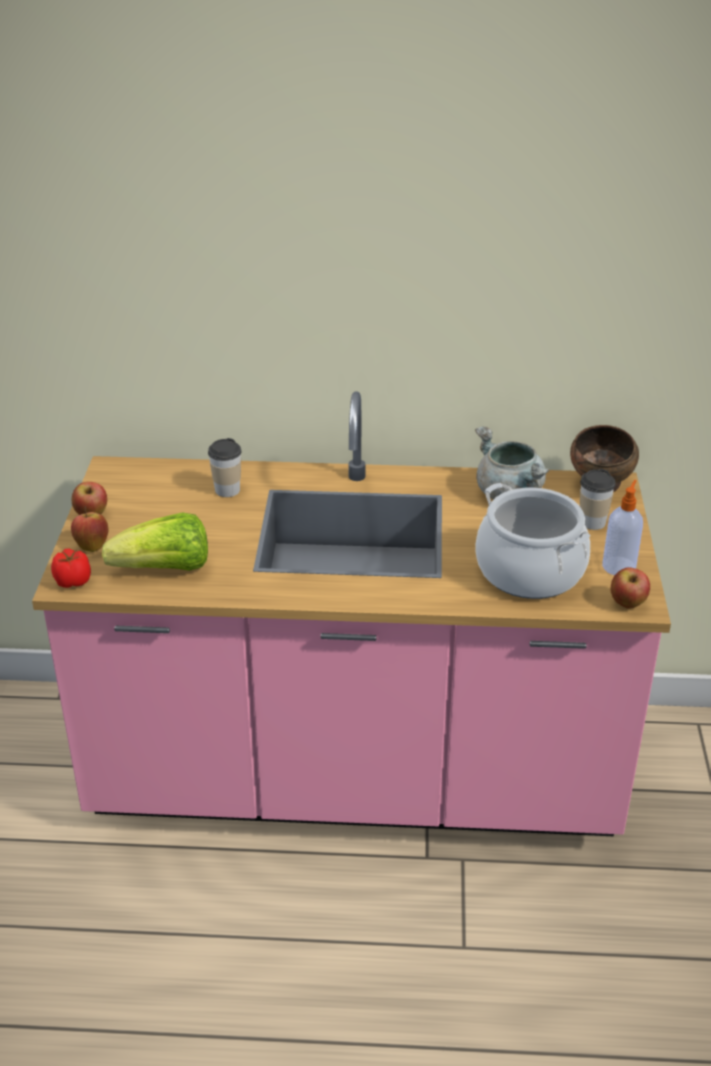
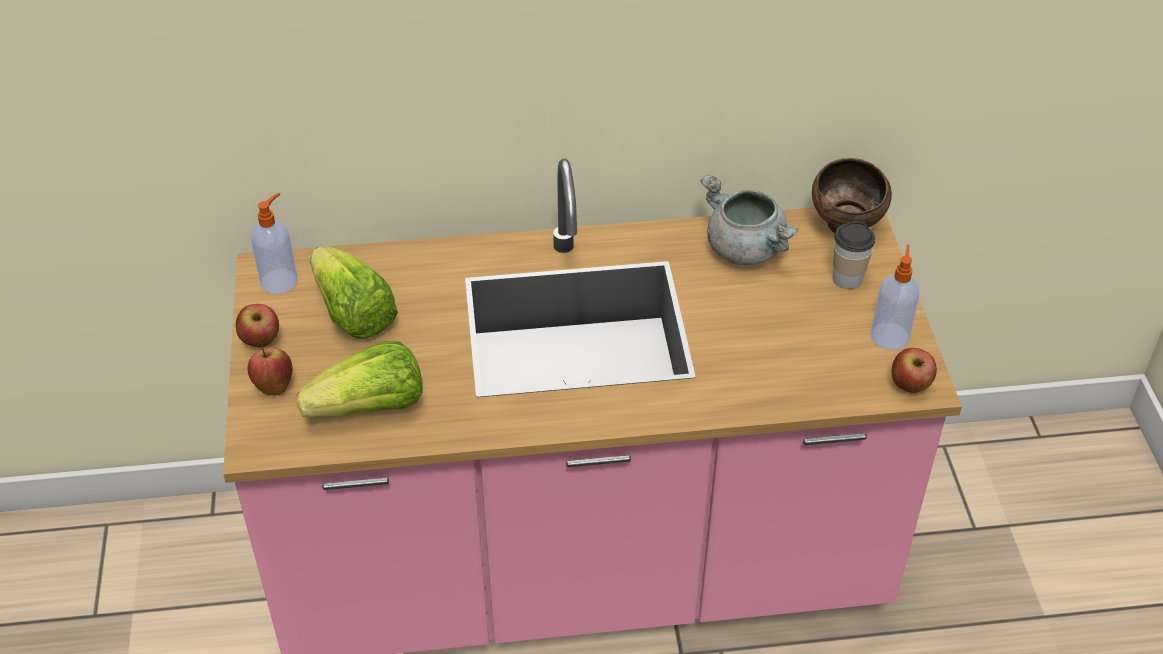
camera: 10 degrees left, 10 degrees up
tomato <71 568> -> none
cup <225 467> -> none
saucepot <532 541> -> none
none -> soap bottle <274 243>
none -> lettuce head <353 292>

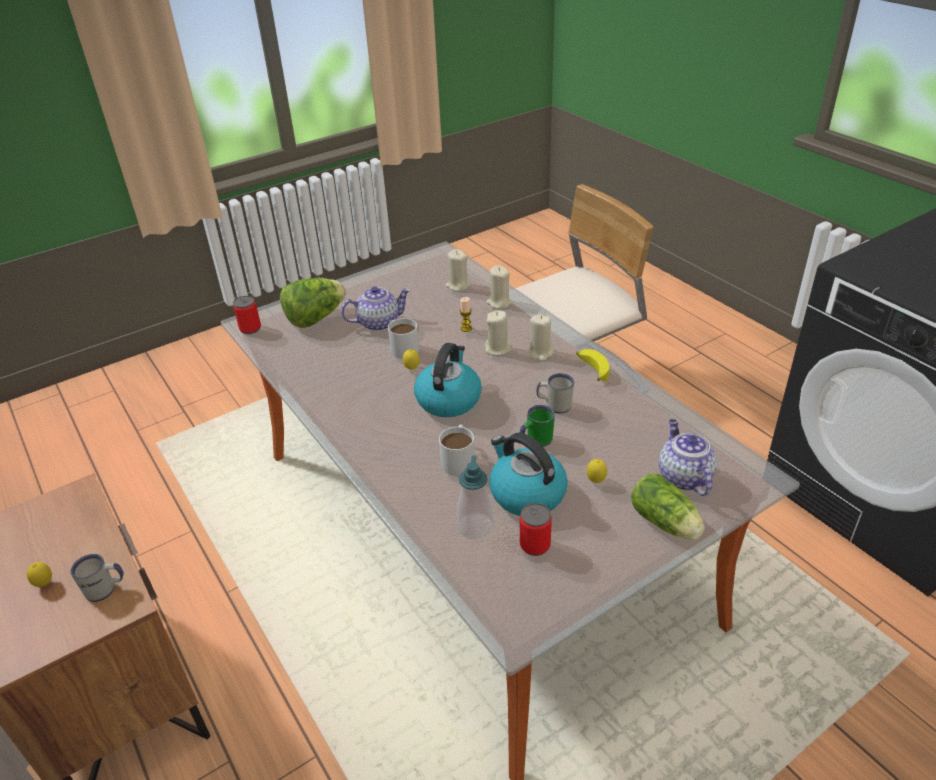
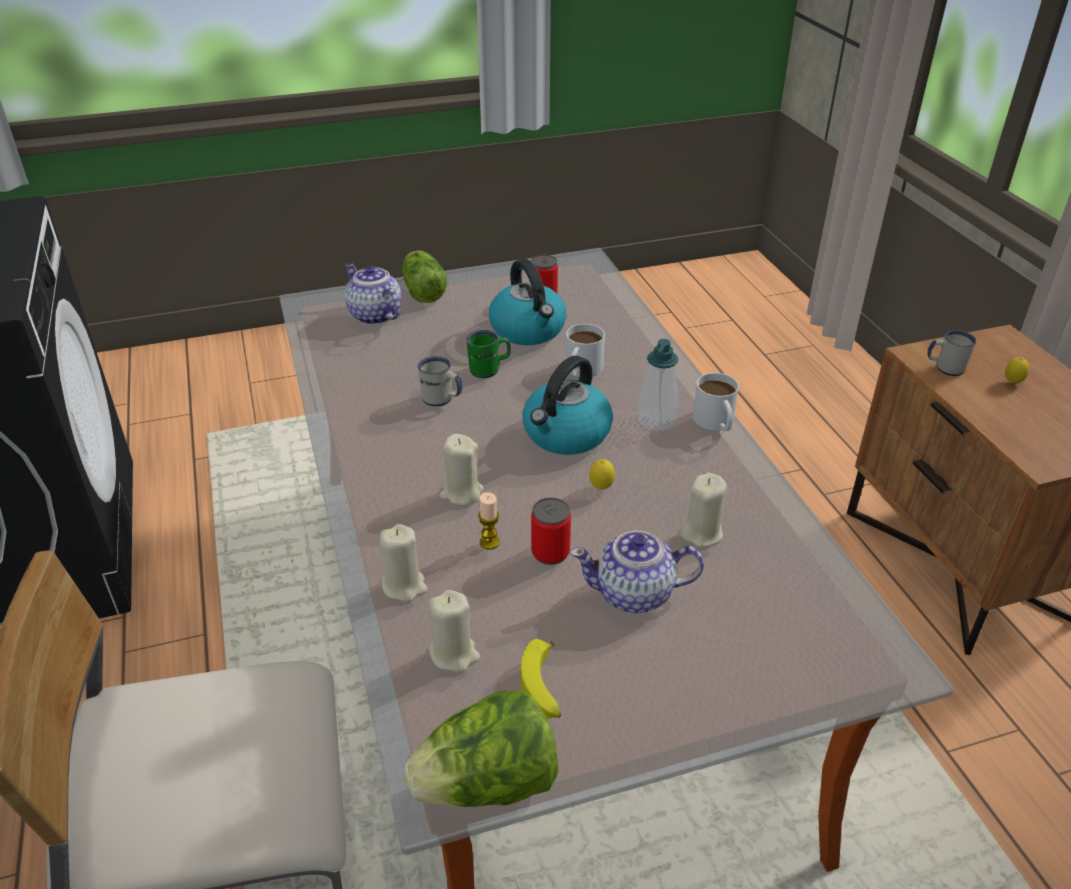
camera: 165 degrees left, 0 degrees up
citrus fruit <597 471> -> none
metal can <247 315> -> metal can <551 531>, relocated
lettuce head <313 303> -> lettuce head <481 749>, relocated
white coffee mug <403 338> -> white coffee mug <716 402>, relocated
soap bottle <475 497> -> soap bottle <657 385>, relocated
beige-coloured candle <541 337> -> beige-coloured candle <703 510>, relocated
banana <593 365> -> banana <541 678>, relocated
tea pot <688 457> -> tea pot <373 294>, 135 degrees clockwise

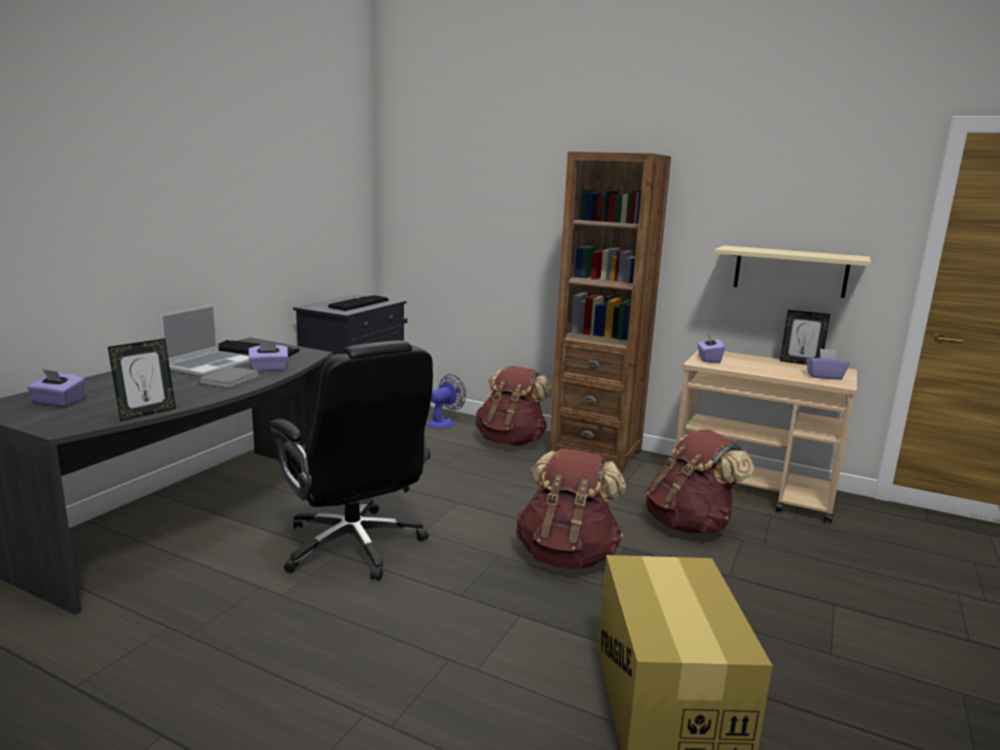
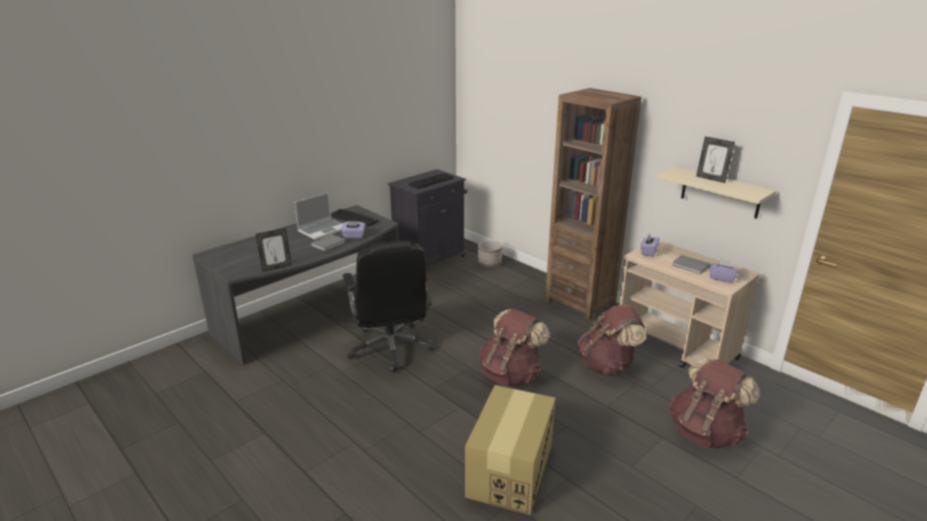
camera: 20 degrees right, 10 degrees up
purple tissue holder <56 388> -> none
none -> gray volume <691 264>
brownish rucksack <514 406> -> brownish rucksack <715 403>, relocated
standing frame <805 337> -> standing frame <715 160>, relocated
electric fan <446 401> -> planter <490 254>

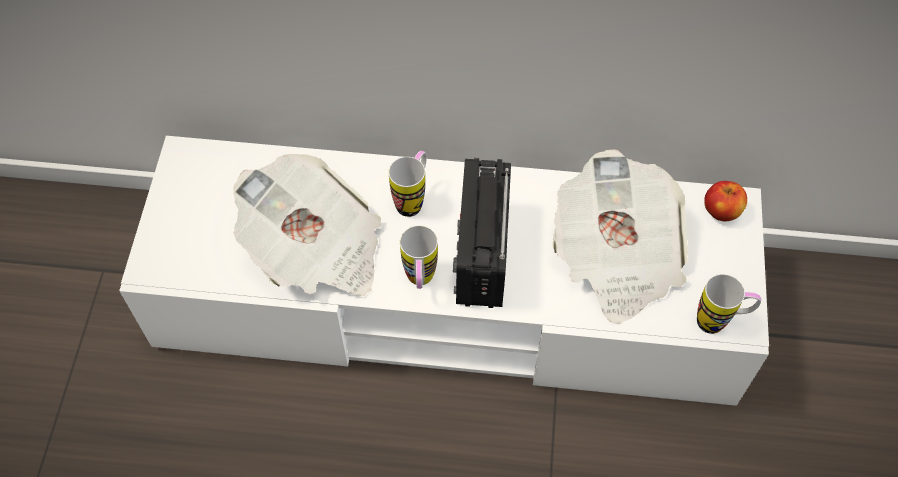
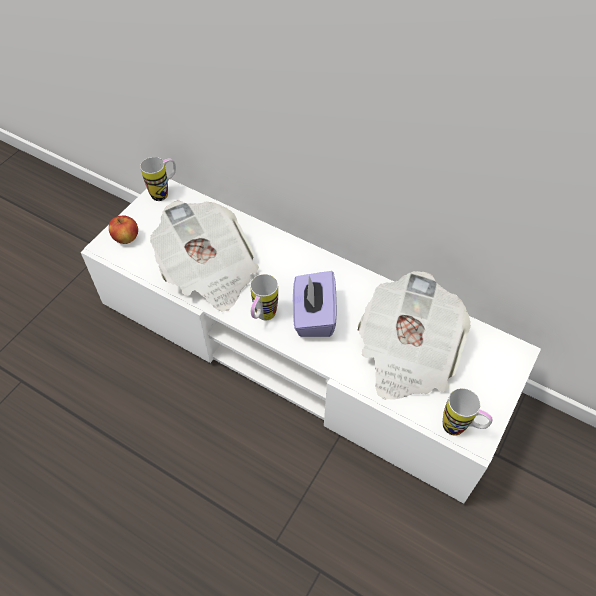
camera: 25 degrees right, 5 degrees down
coffee mug <408 184> -> coffee mug <158 179>, relocated
whole apple <725 201> -> whole apple <123 229>, relocated
radio set <482 233> -> purple tissue holder <315 304>

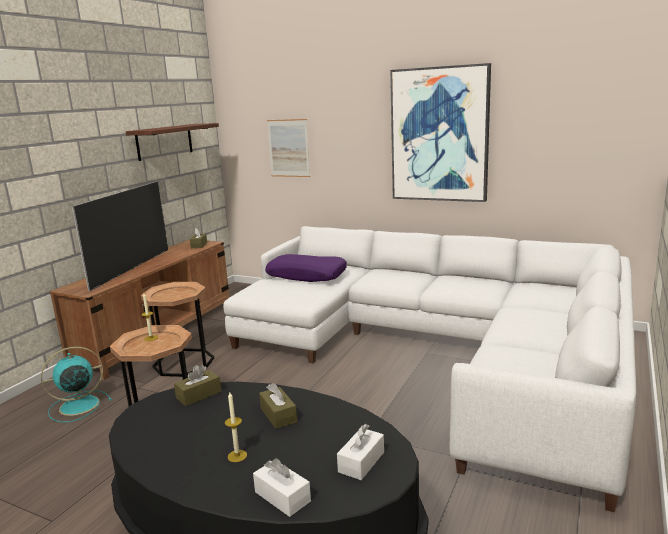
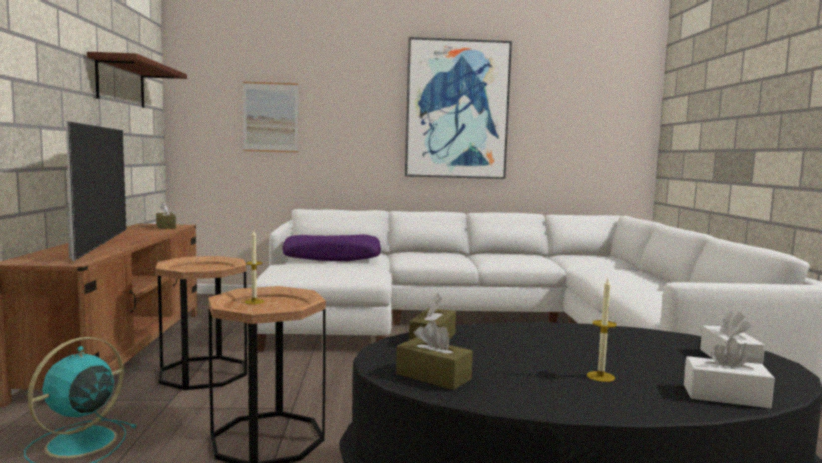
camera: 30 degrees left, 10 degrees down
brownish tissue holder <278 406> -> brownish tissue holder <434 355>, relocated

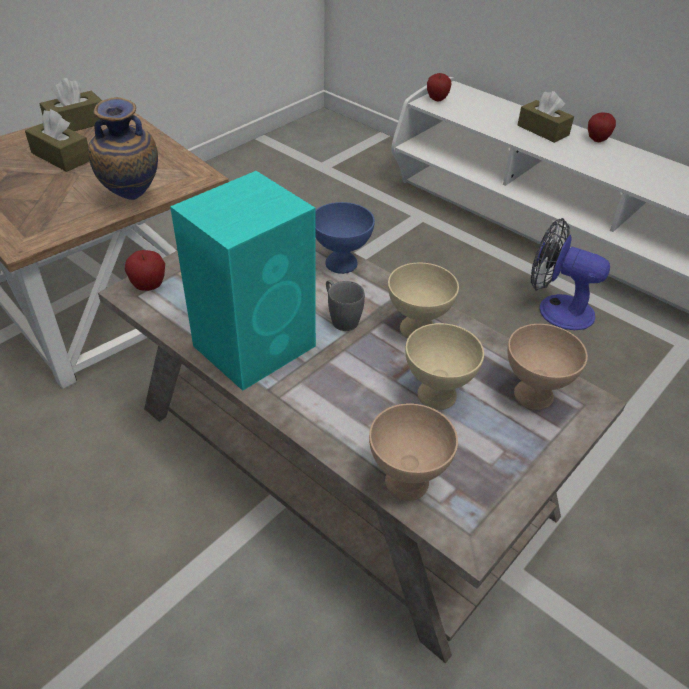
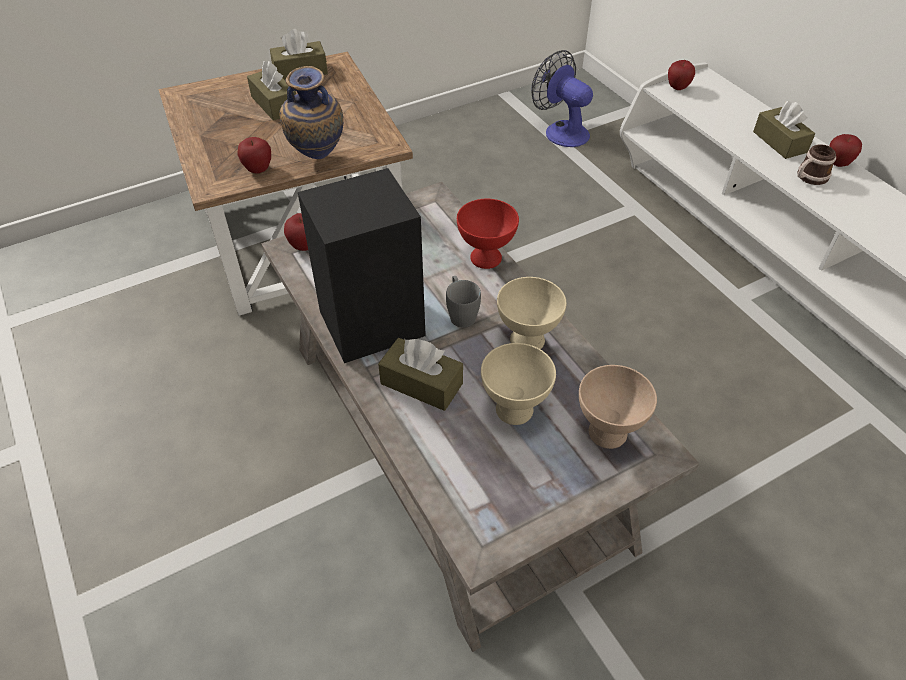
camera: 20 degrees right, 5 degrees up
beige-coloured serving bowl <413 452> -> none
none -> whole apple <254 155>
none -> brownish tissue holder <420 374>
none -> coffee mug <816 164>
electric fan <570 274> -> electric fan <562 98>, relocated
blue-green audio speaker <243 281> -> black-coloured audio speaker <362 265>
blue-coloured serving bowl <345 238> -> reddish serving bowl <488 234>

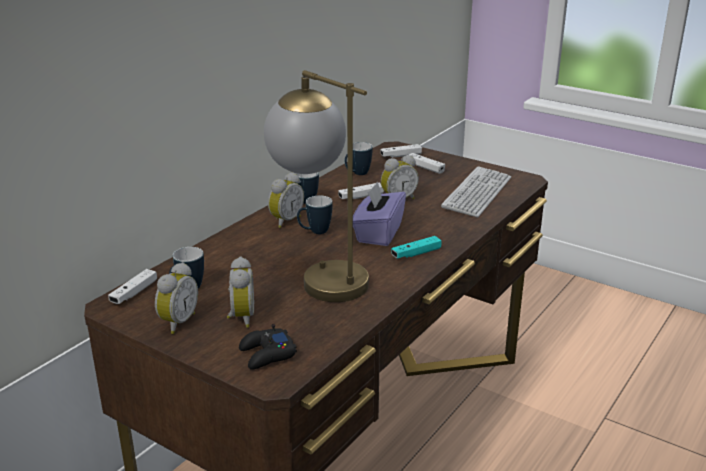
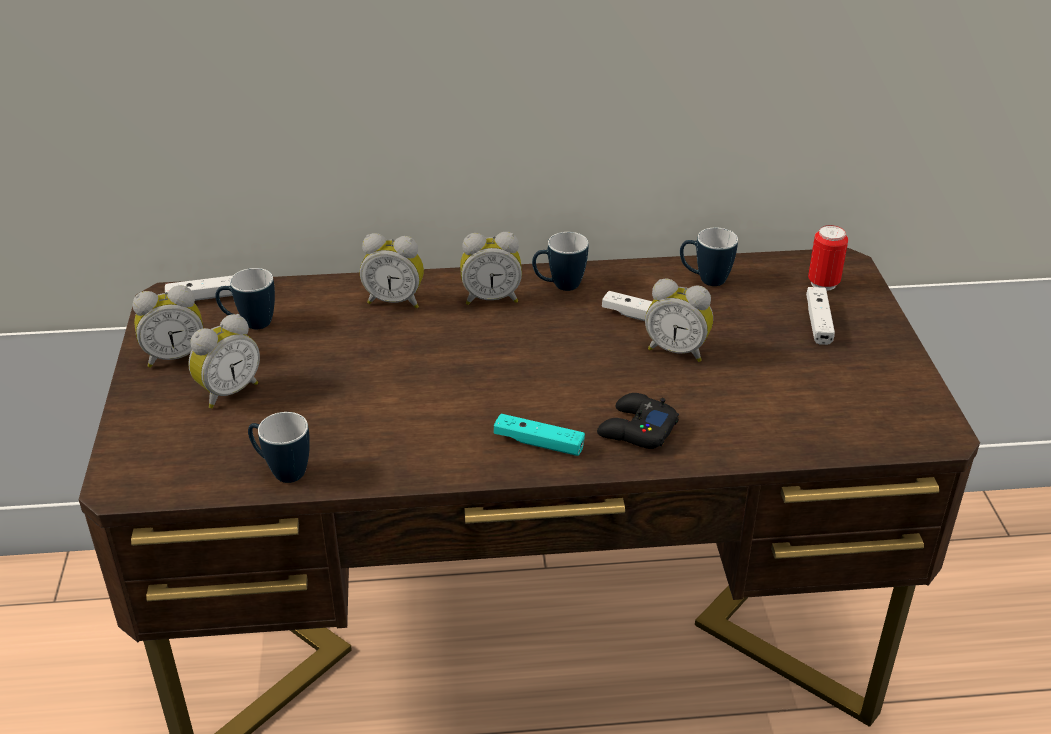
camera: 50 degrees right, 10 degrees up
tabletop lamp <316 186> -> none
purple tissue holder <379 213> -> none
PC keyboard <476 191> -> none
none -> alarm clock <392 270>
black-coloured gamepad <268 346> -> black-coloured gamepad <638 421>, relocated
coffee mug <315 214> -> coffee mug <279 447>, relocated
white gamepad <401 151> -> metal can <828 258>

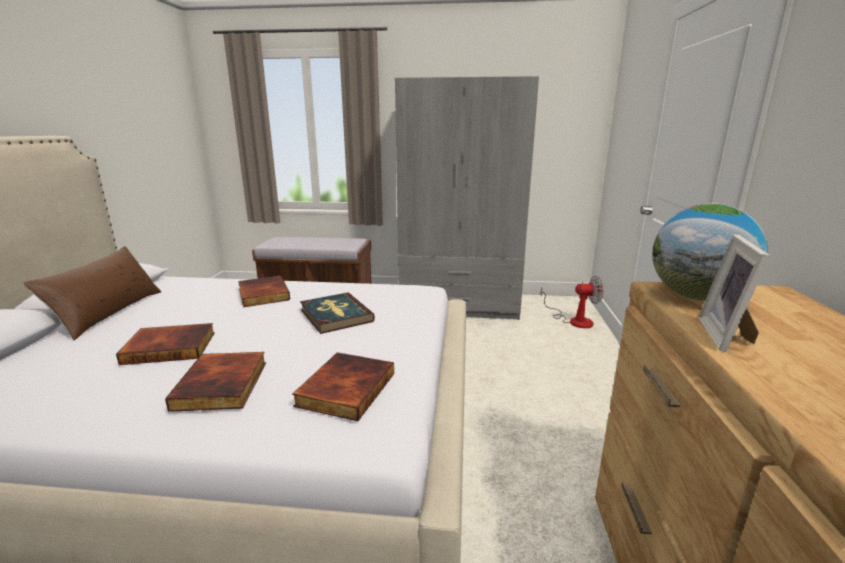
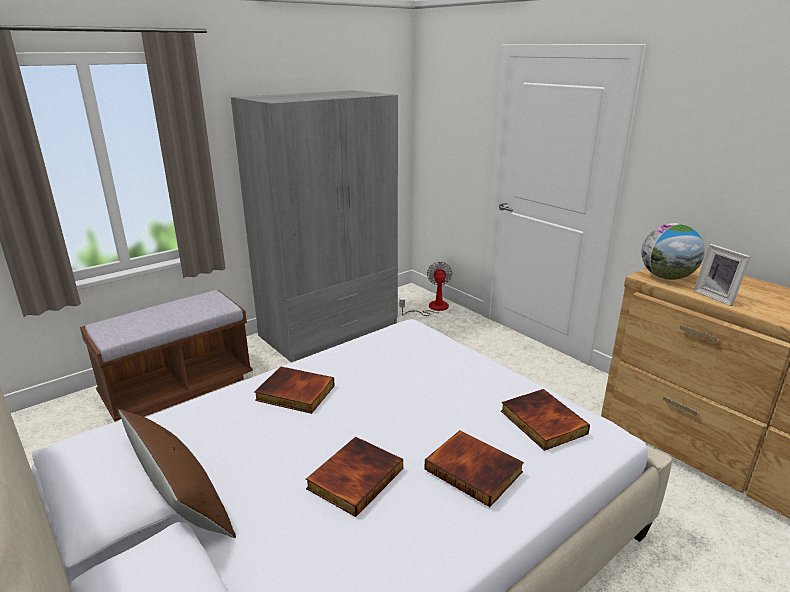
camera: 45 degrees left, 5 degrees up
volume <337 313> -> none
electric fan <572 302> -> electric fan <425 289>, 45 degrees counterclockwise

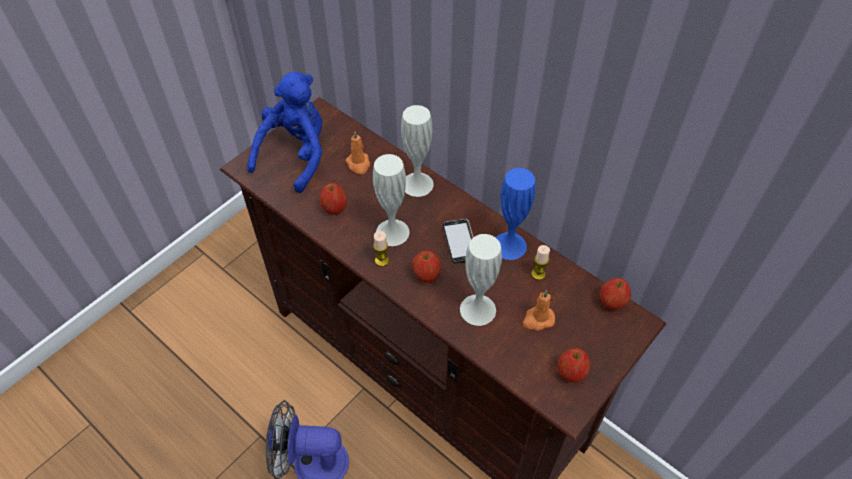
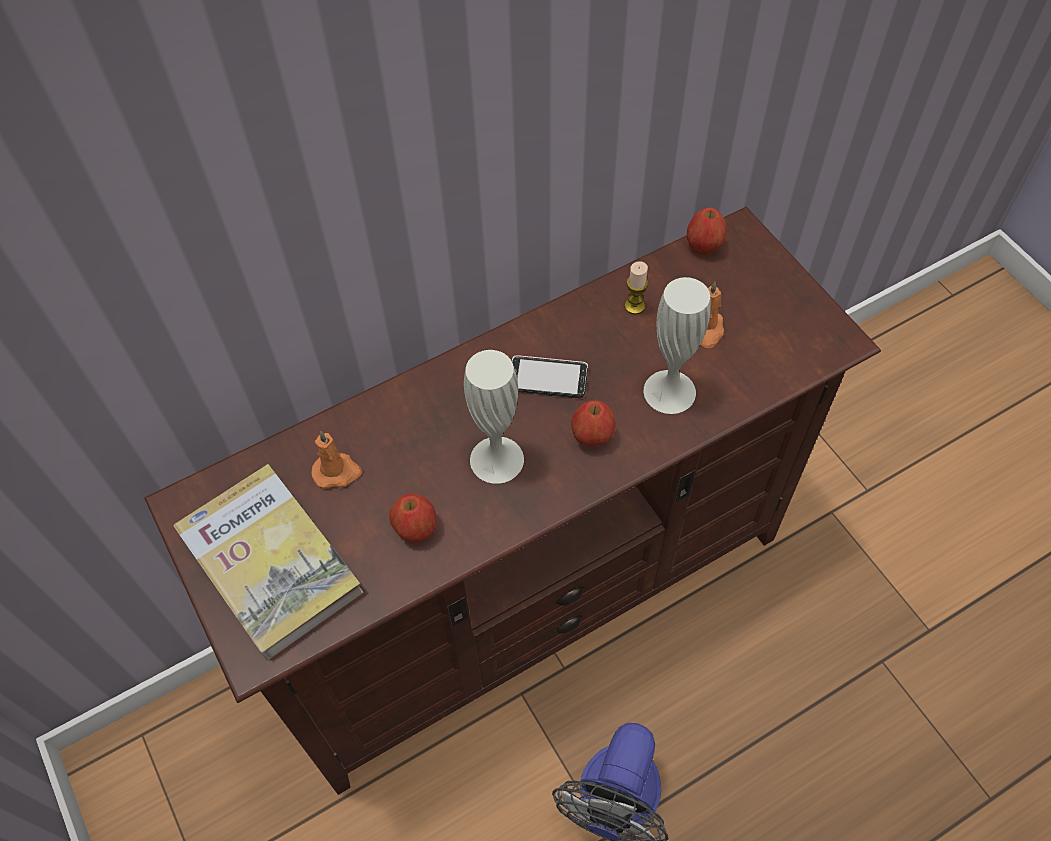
camera: 70 degrees left, 5 degrees up
candle <381 249> -> none
white vase <417 151> -> none
blue-coloured vase <516 214> -> none
whole apple <574 365> -> none
blue-coloured cuddly toy <284 132> -> volume <268 562>

